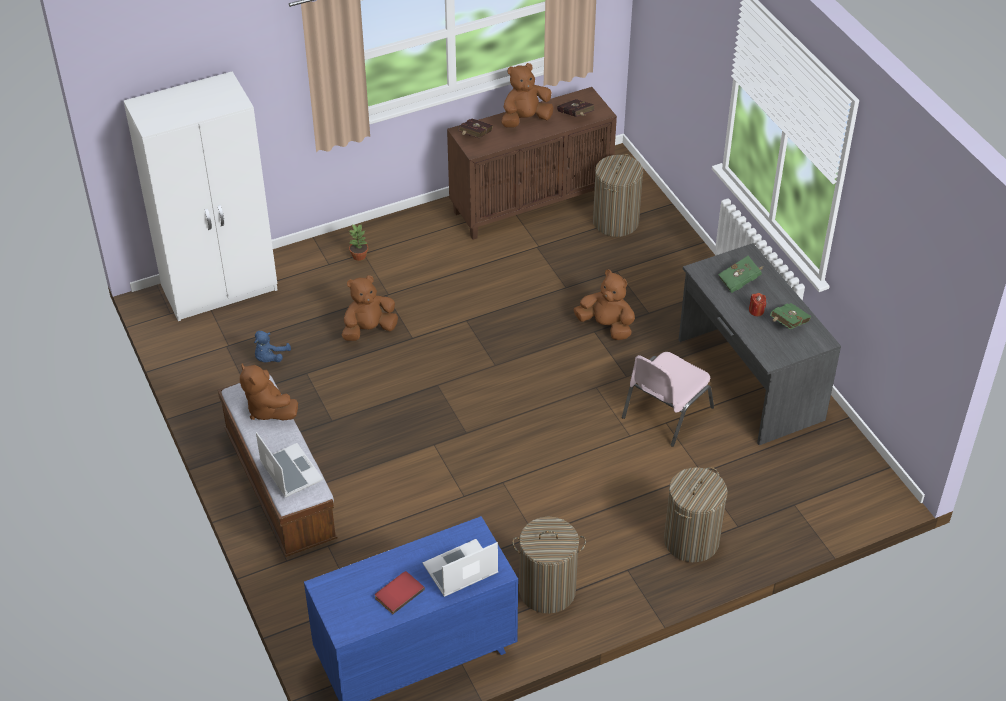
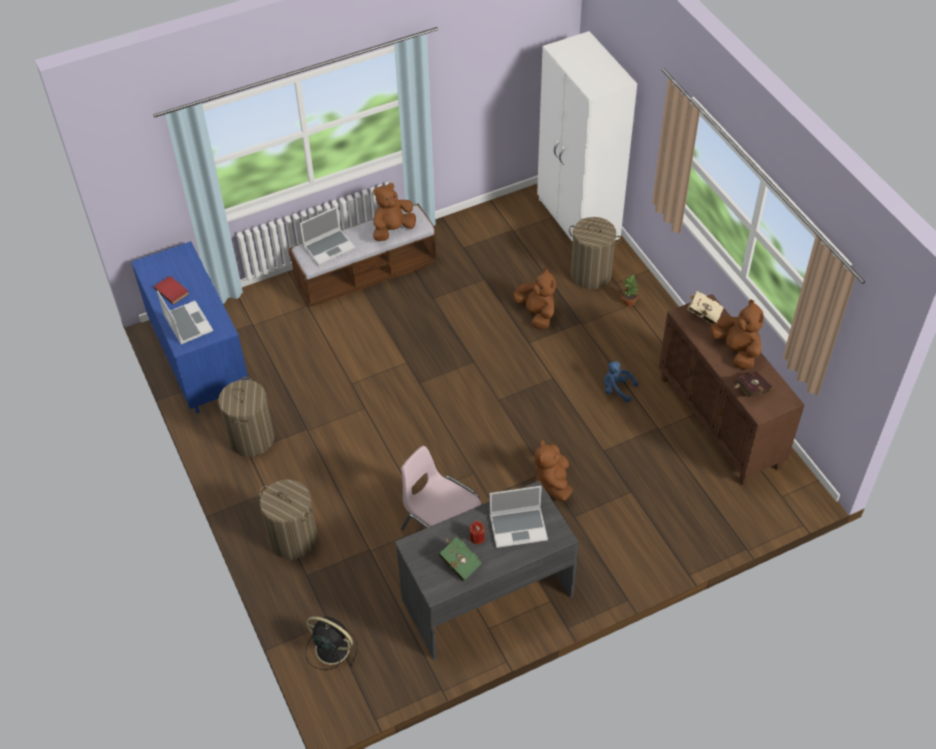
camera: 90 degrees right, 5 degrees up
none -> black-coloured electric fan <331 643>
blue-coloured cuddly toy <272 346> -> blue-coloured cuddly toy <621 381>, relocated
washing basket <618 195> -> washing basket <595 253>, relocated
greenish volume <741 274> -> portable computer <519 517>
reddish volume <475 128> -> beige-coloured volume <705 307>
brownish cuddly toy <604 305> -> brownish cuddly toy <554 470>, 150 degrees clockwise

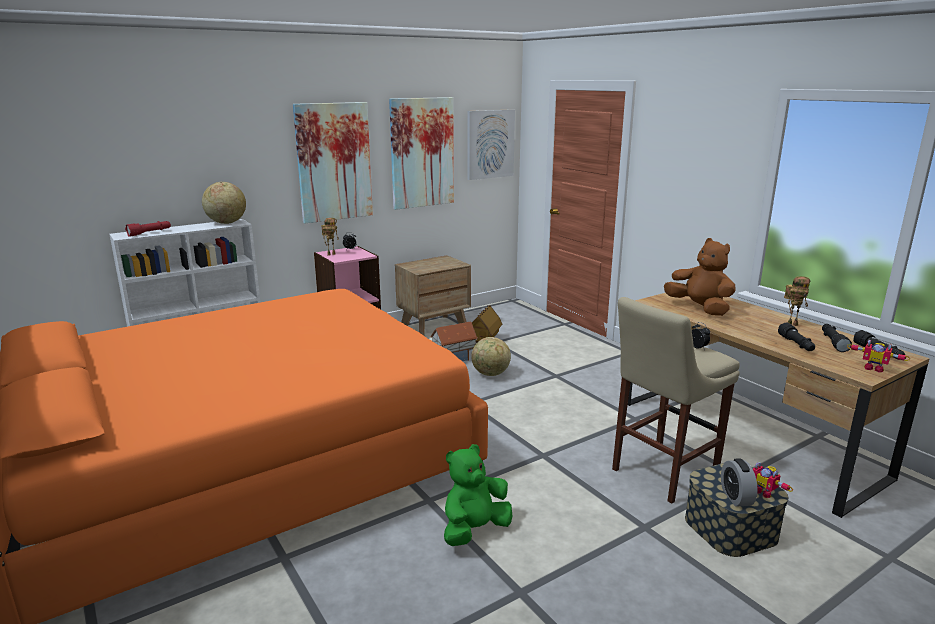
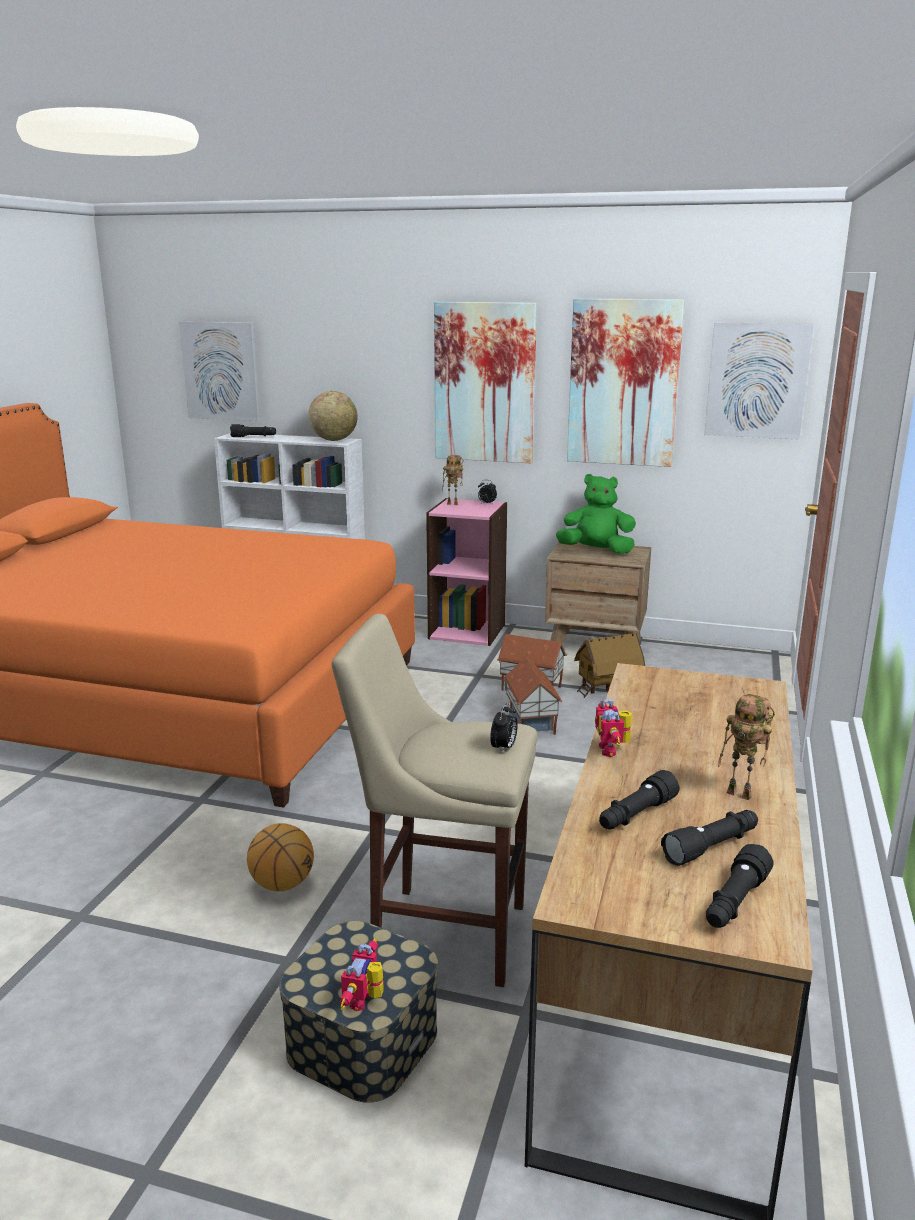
camera: 50 degrees right, 0 degrees up
brownish cuddly toy <700 277> -> none
alarm clock <739 482> -> none
none -> picture <220 371>
none -> ball for basketball <280 857>
greenish cuddly toy <478 495> -> greenish cuddly toy <596 514>, relocated
robot figure <878 356> -> robot figure <613 728>, relocated
world globe <491 356> -> toy house <532 696>
reddish hand torch <148 229> -> black-coloured hand torch <253 430>

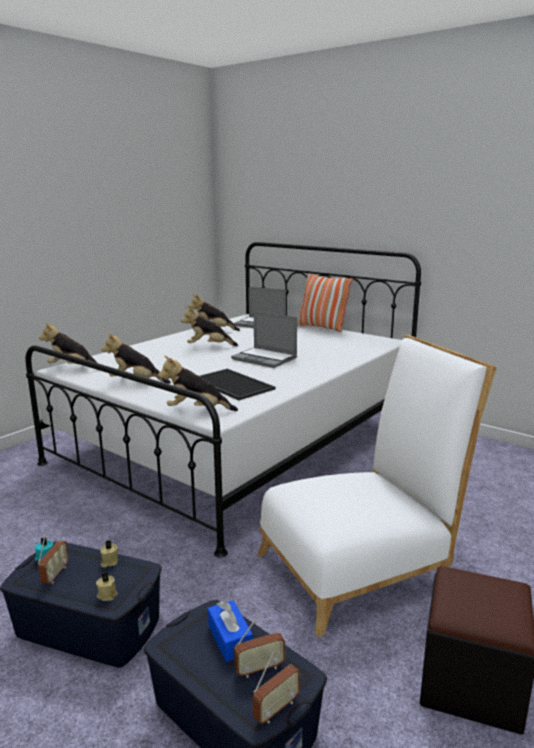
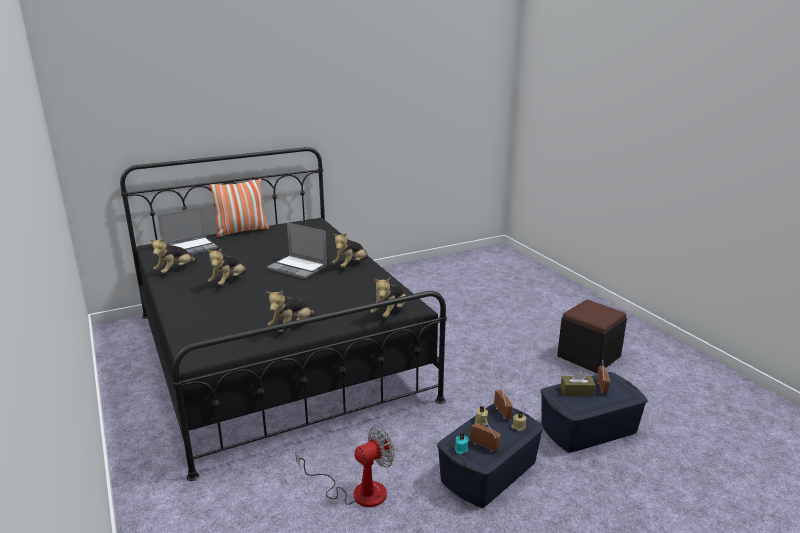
camera: 65 degrees left, 5 degrees up
carrying tray <237 384> -> none
white chair <377 485> -> none
none -> electric fan <345 467>
cuddly toy <68 343> -> cuddly toy <350 250>, relocated
radio set <276 688> -> radio set <503 401>, relocated
white sleeping bed <223 400> -> black-coloured sleeping bed <283 314>
blue-coloured tissue holder <230 631> -> brownish tissue holder <578 383>
portable computer <264 339> -> portable computer <297 251>, 60 degrees clockwise

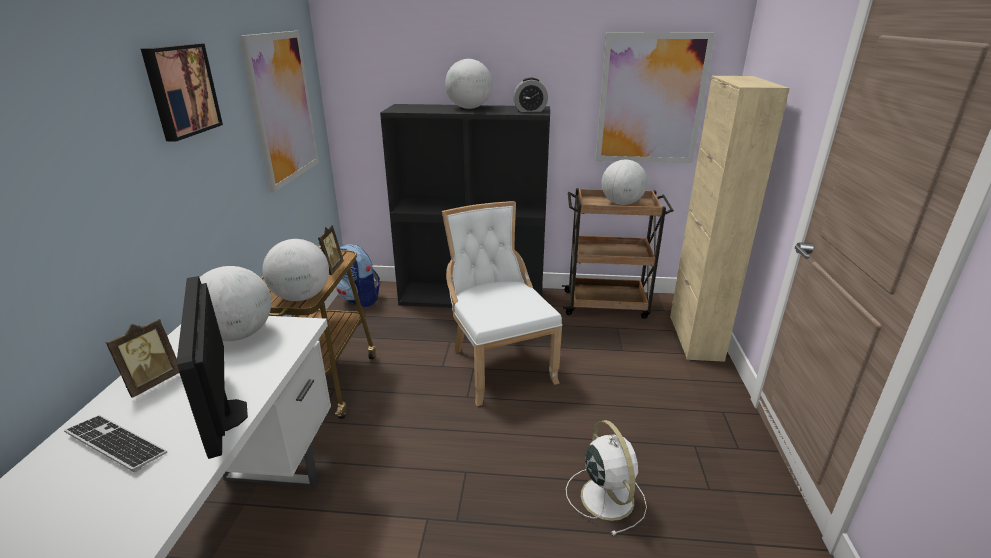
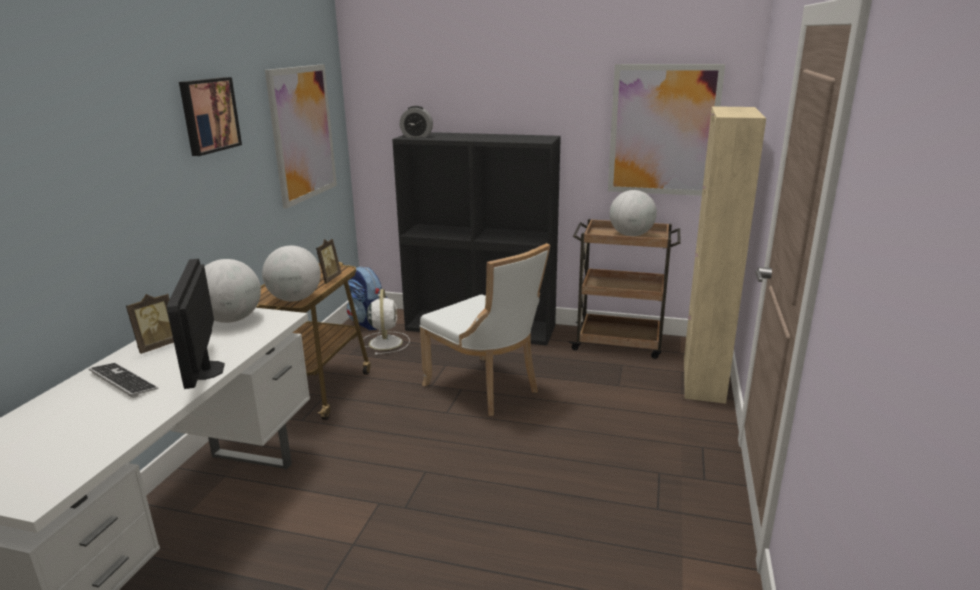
camera: 10 degrees right, 5 degrees down
world globe <468 84> -> none
alarm clock <530 95> -> alarm clock <416 121>, relocated
white electric fan <606 478> -> white electric fan <386 322>, relocated
white chair <502 303> -> white chair <485 329>, 150 degrees clockwise

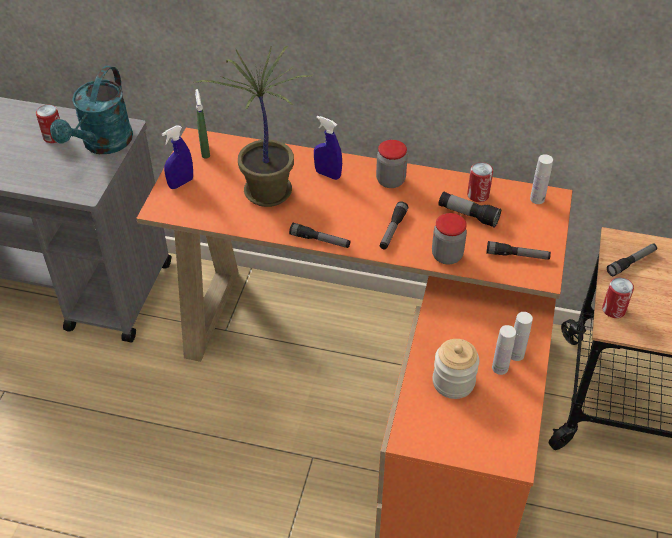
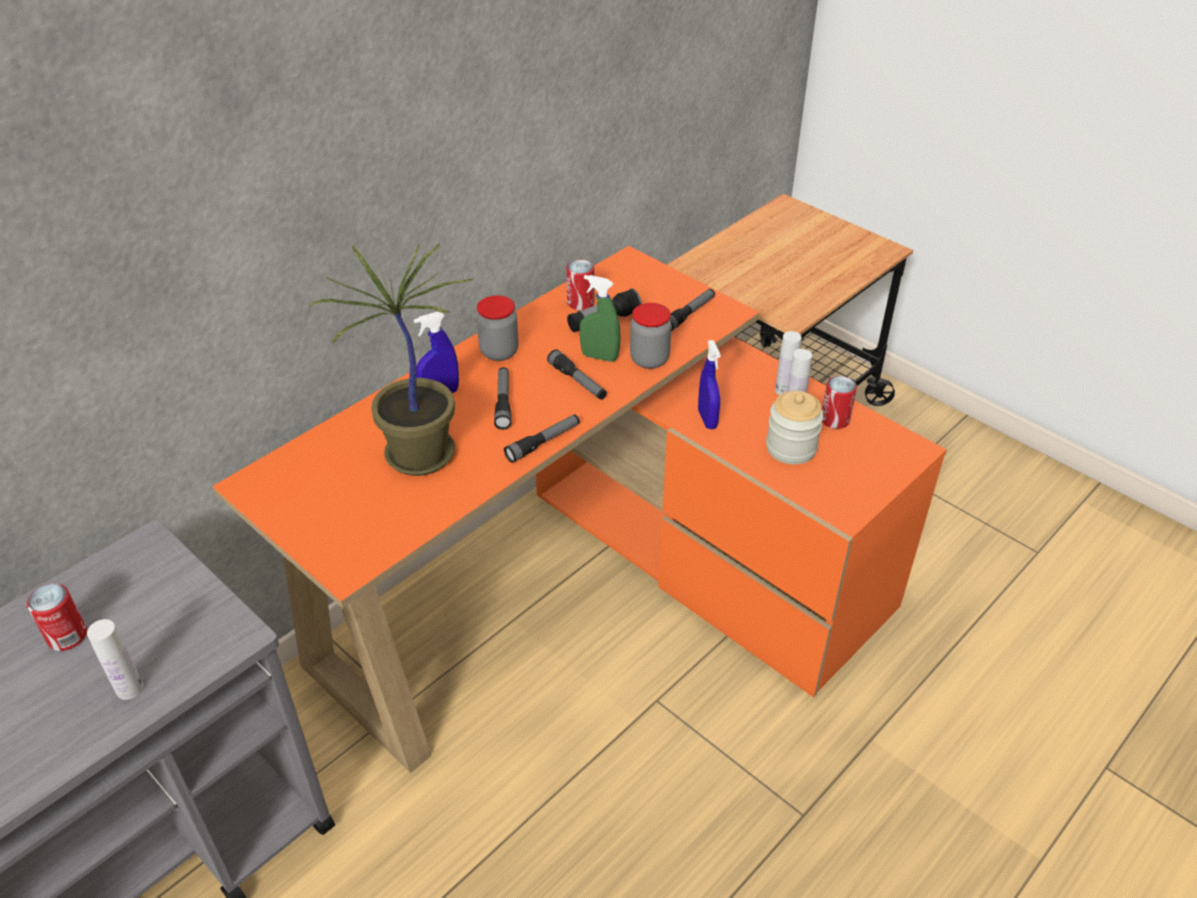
camera: 60 degrees left, 5 degrees down
blue-green watering can <91 110> -> none
blue-coloured hand sprayer <177 157> -> blue-coloured hand sprayer <709 384>, relocated
greenish hand sprayer <202 124> -> greenish hand sprayer <600 318>, relocated
white drink bottle <541 179> -> white drink bottle <115 659>, relocated
metal can <618 297> -> metal can <839 402>, relocated
hand torch <632 259> -> hand torch <502 398>, relocated

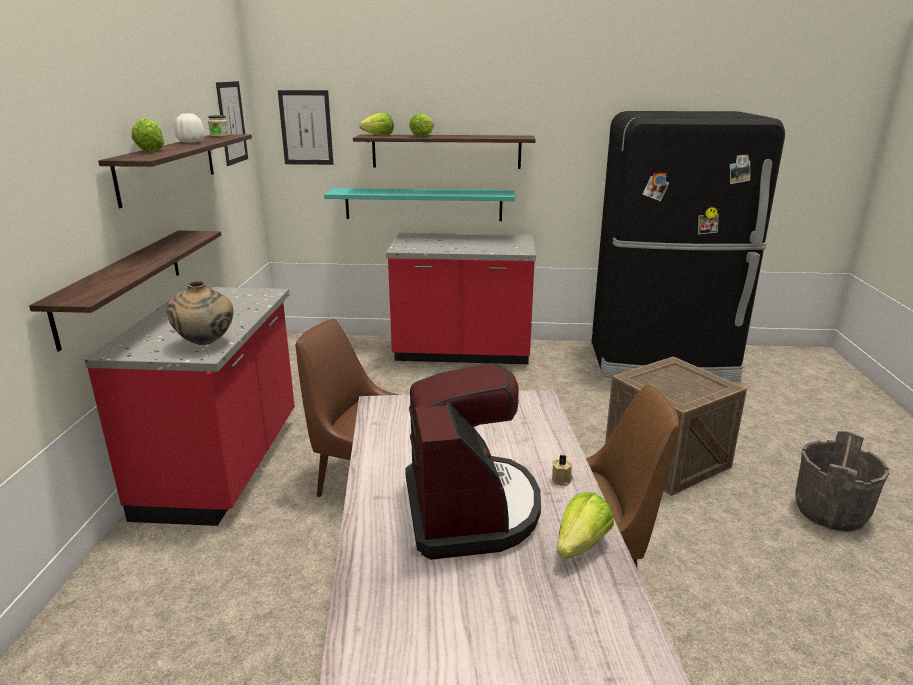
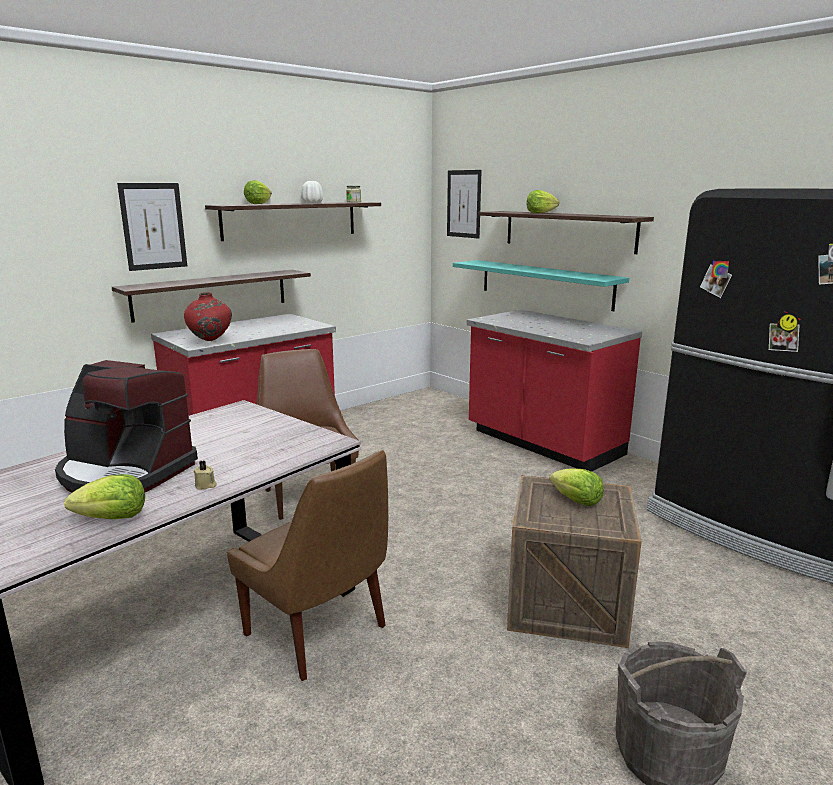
camera: 45 degrees right, 5 degrees down
picture <232 123> -> picture <152 227>, relocated
lettuce head <377 124> -> lettuce head <576 487>, relocated
beige-coloured vase <200 313> -> reddish vase <208 316>
coffee maker <473 461> -> coffee maker <126 426>, 75 degrees clockwise

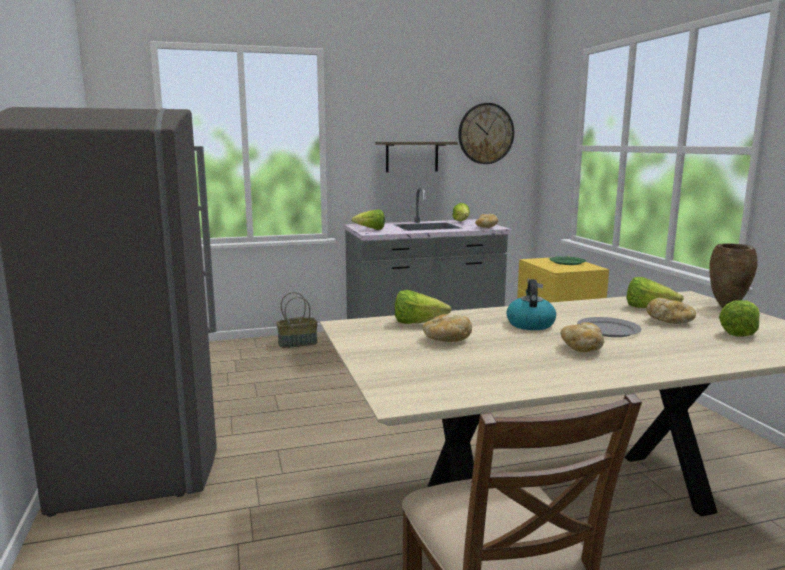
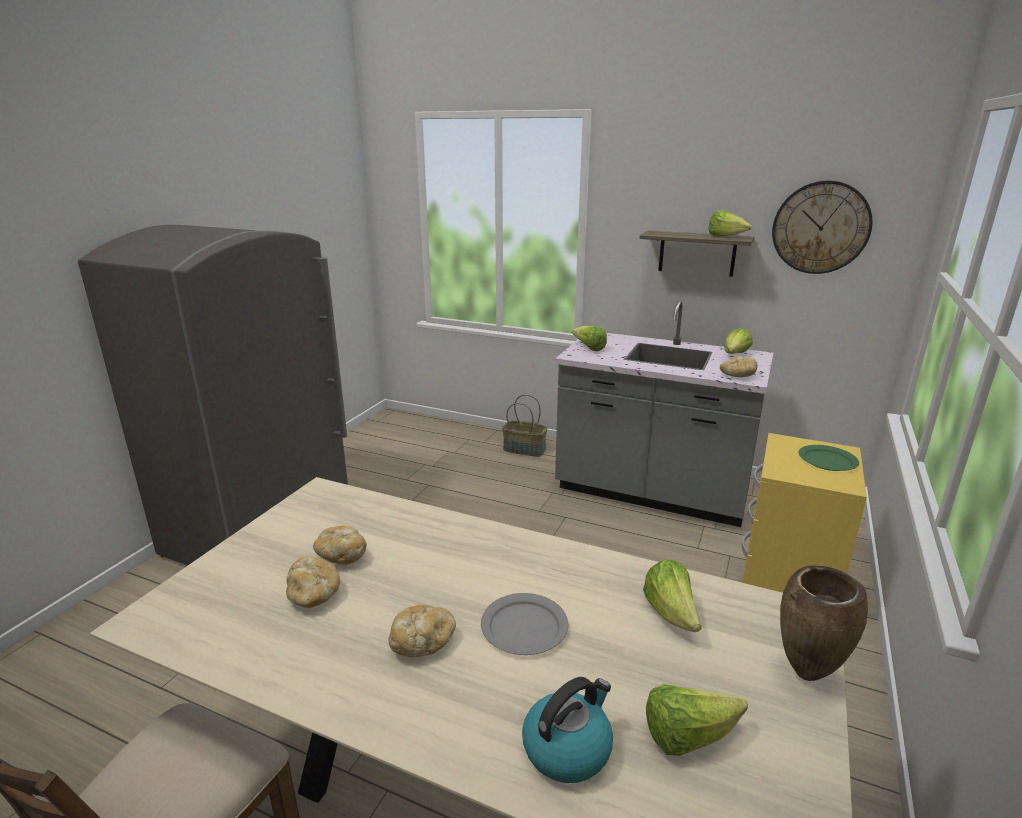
camera: 40 degrees right, 10 degrees up
lettuce head <423 307> -> lettuce head <730 223>, relocated
kettle <531 304> -> kettle <567 730>, relocated
bread <671 311> -> bread <313 582>, relocated

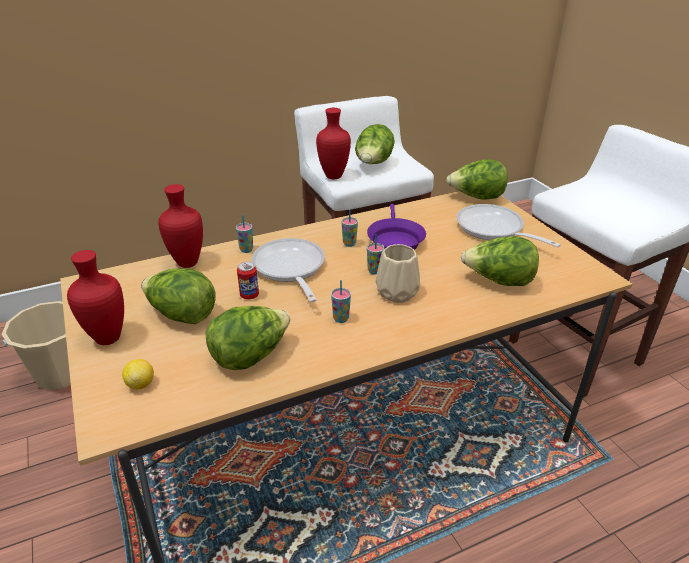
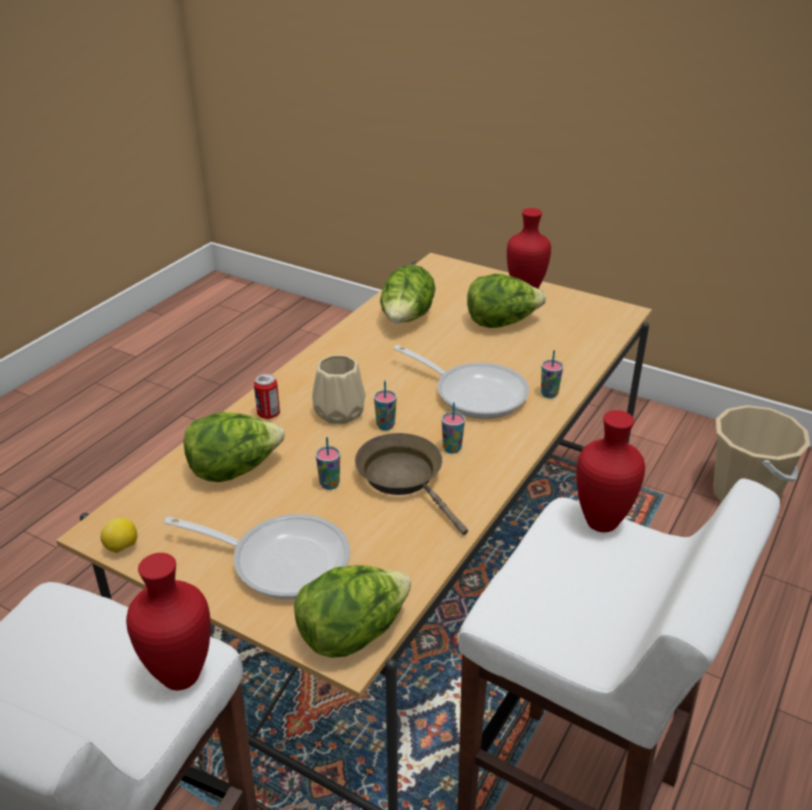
camera: 145 degrees right, 0 degrees up
lettuce head <375 144> -> none
citrus fruit <138 374> -> citrus fruit <118 535>, relocated
reddish vase <180 226> -> reddish vase <168 622>, relocated
metal can <248 281> -> metal can <267 396>, relocated
cup <341 301> -> cup <328 463>, relocated
purple skillet <396 227> -> brownish skillet <411 484>

